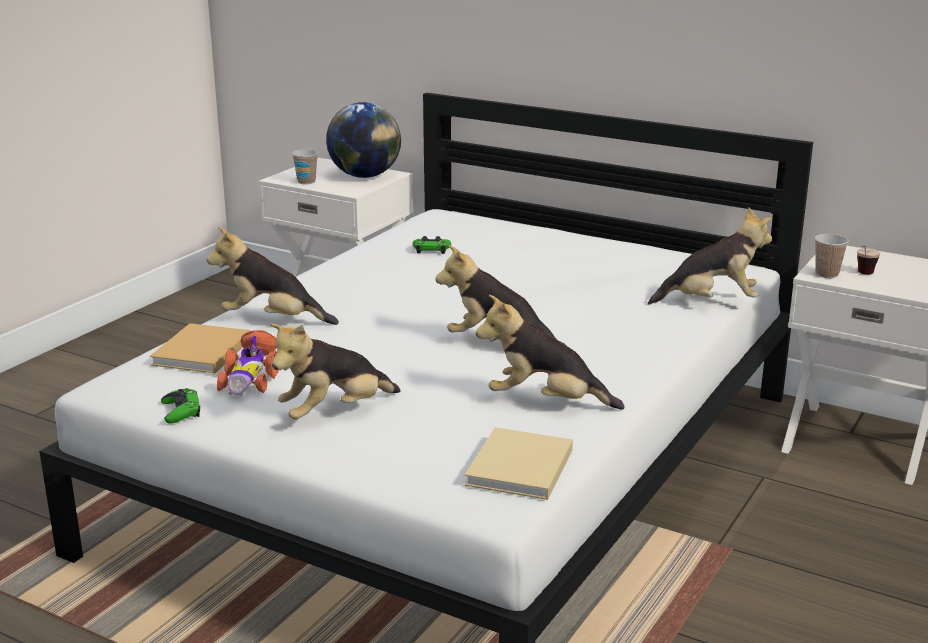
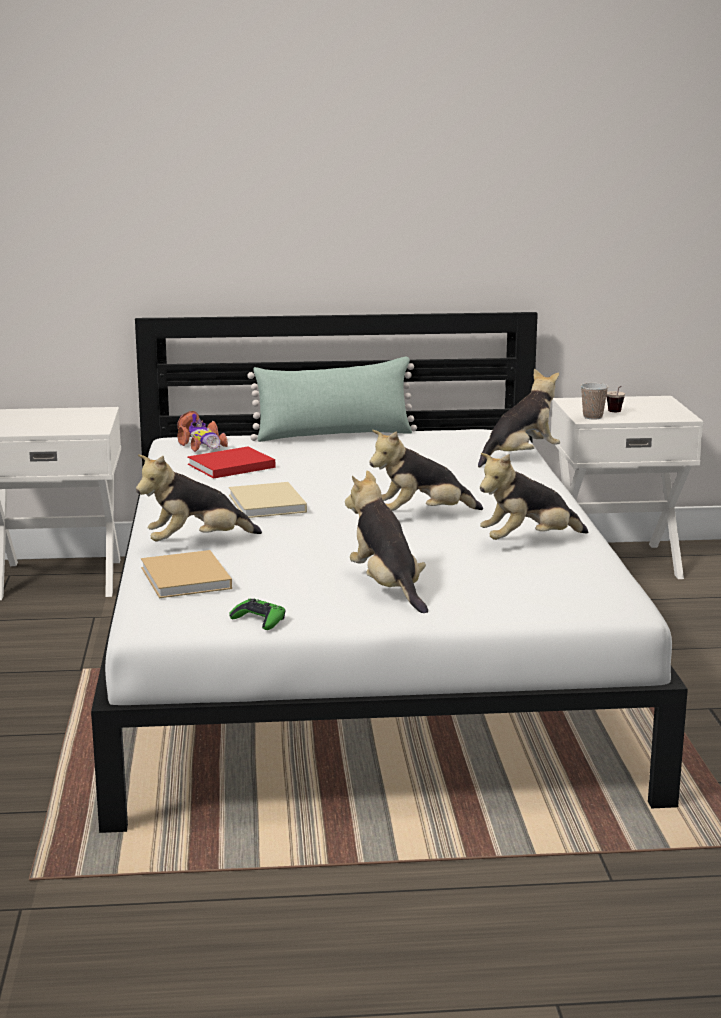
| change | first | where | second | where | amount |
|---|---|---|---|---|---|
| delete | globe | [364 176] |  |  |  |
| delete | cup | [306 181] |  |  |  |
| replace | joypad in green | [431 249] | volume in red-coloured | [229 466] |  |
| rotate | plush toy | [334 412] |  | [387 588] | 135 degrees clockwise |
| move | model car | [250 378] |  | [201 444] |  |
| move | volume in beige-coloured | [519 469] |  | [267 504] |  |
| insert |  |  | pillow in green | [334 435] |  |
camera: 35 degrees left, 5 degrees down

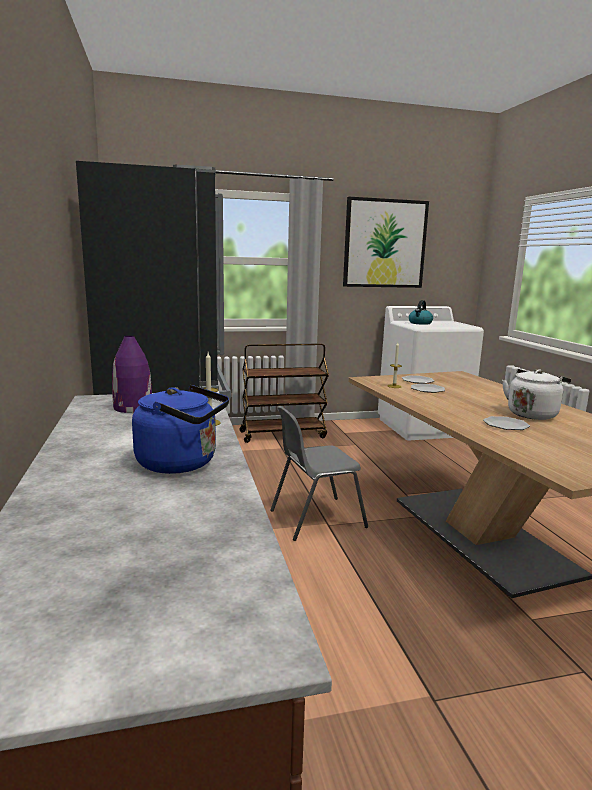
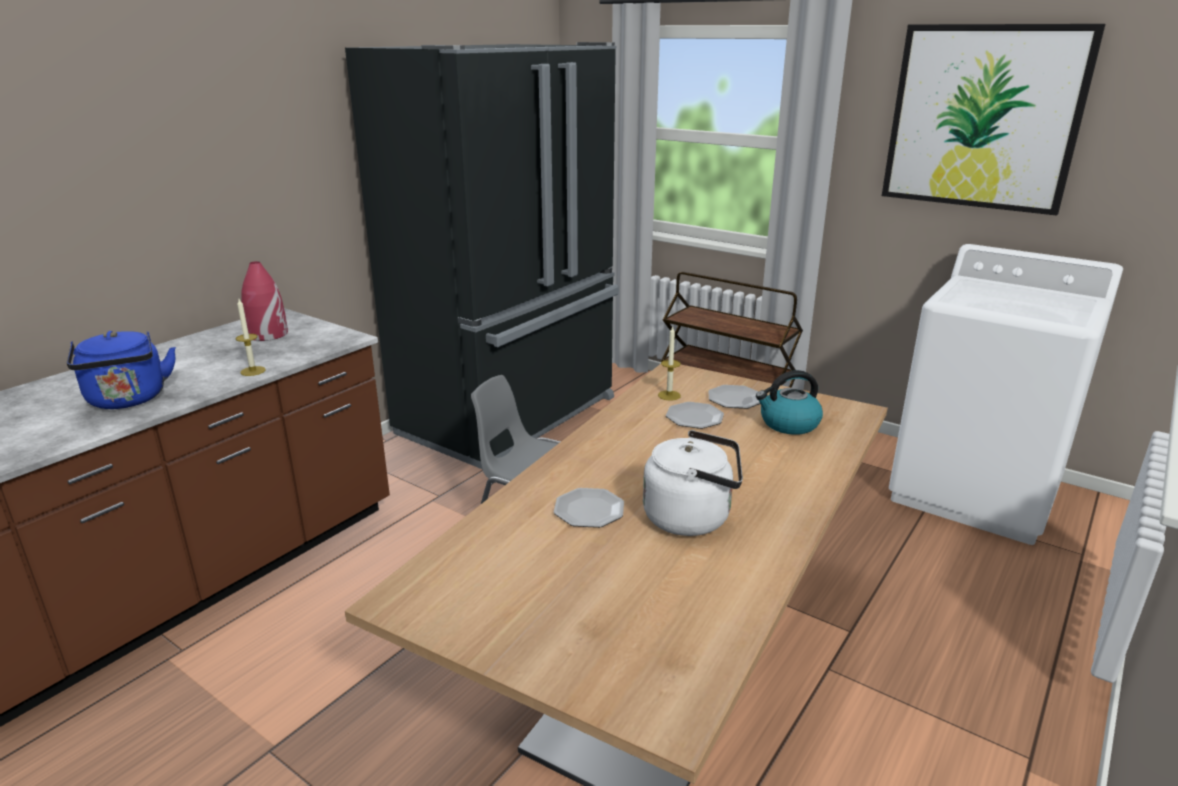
| change | first | where | second | where | amount |
|---|---|---|---|---|---|
| move | water kettle | [420 323] |  | [788 424] |  |
| recolor | vase in purple-coloured | [132 407] | vase in red-coloured | [267 334] |  |
camera: 50 degrees right, 10 degrees up

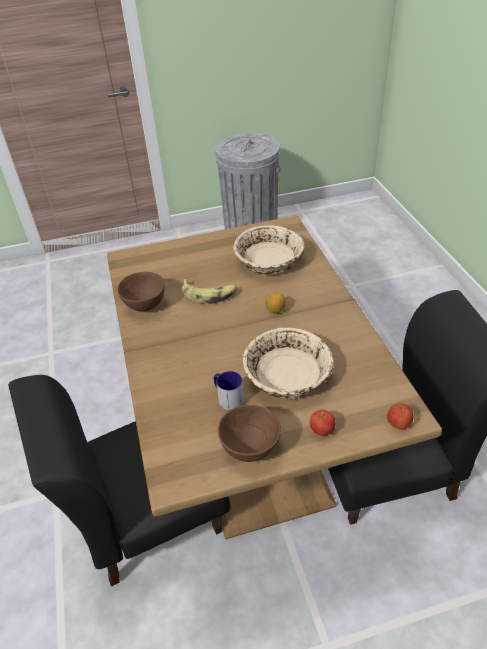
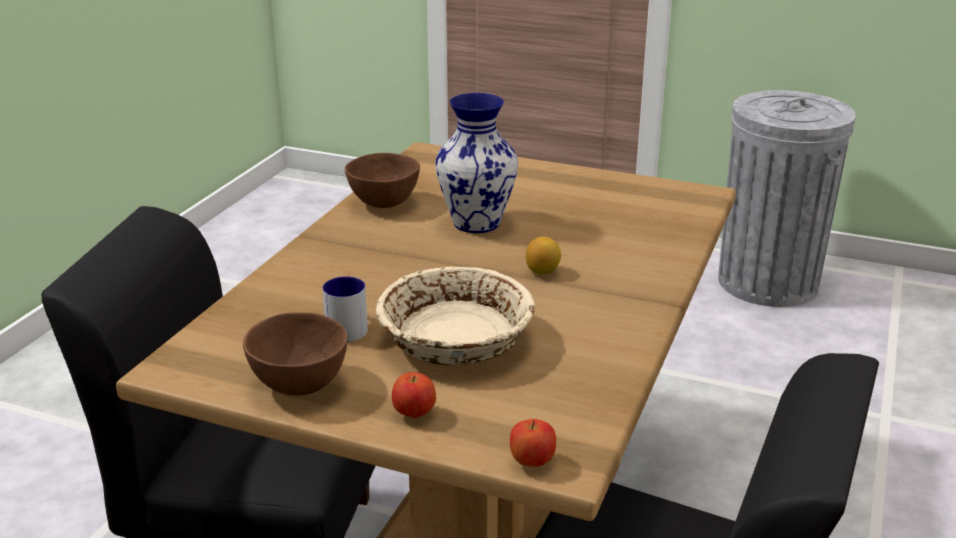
| change | first | where | second | where | amount |
|---|---|---|---|---|---|
| delete | serving bowl in beige-coloured | [269 261] |  |  |  |
| replace | banana fruit | [209 294] | vase | [478 223] |  |
camera: 35 degrees right, 15 degrees down

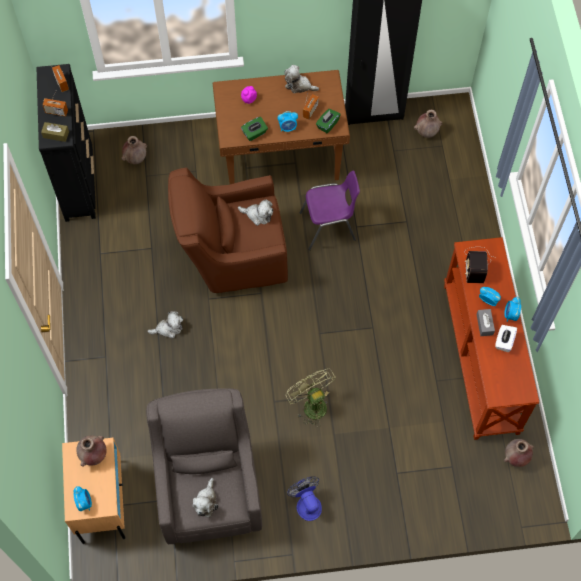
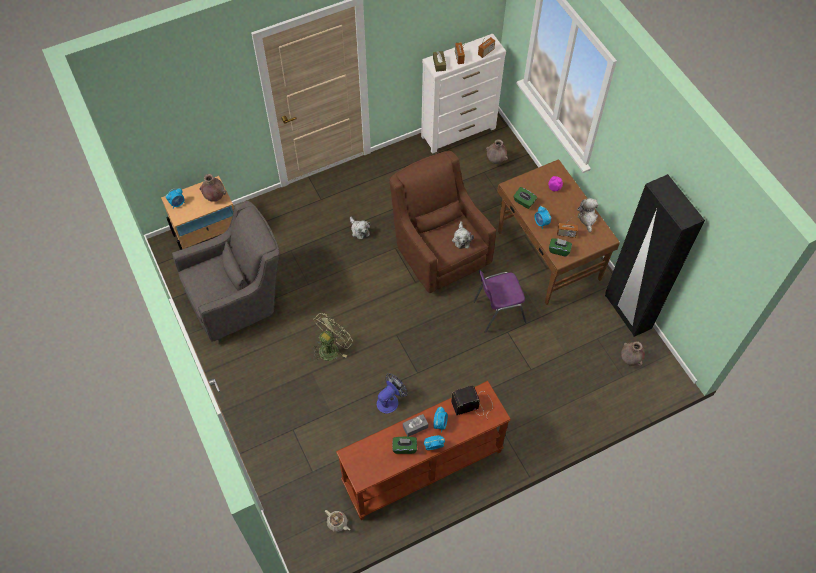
| change | first | where | second | where | amount |
|---|---|---|---|---|---|
| recolor | drawer chest in black | [78 180] | drawer chest in white | [459 132] |  |
| rotate | upright chair in purple-coloured | [329 227] |  | [497 311] | 105 degrees clockwise |
| recolor | tissue box in white | [504 341] | tissue box in green | [404 447] |  |
| replace | vase in brown-coloured | [515 458] | tea pot in beige-coloured | [337 523] |  |
| move | cooling fan | [306 503] |  | [390 400] |  |
| delete | plush toy | [206 501] |  |  |  |
camera: 70 degrees right, 5 degrees down

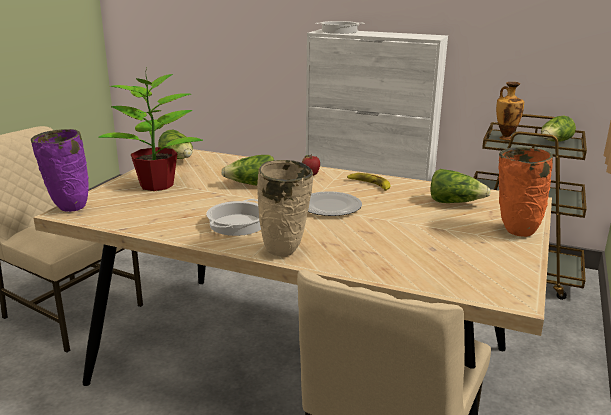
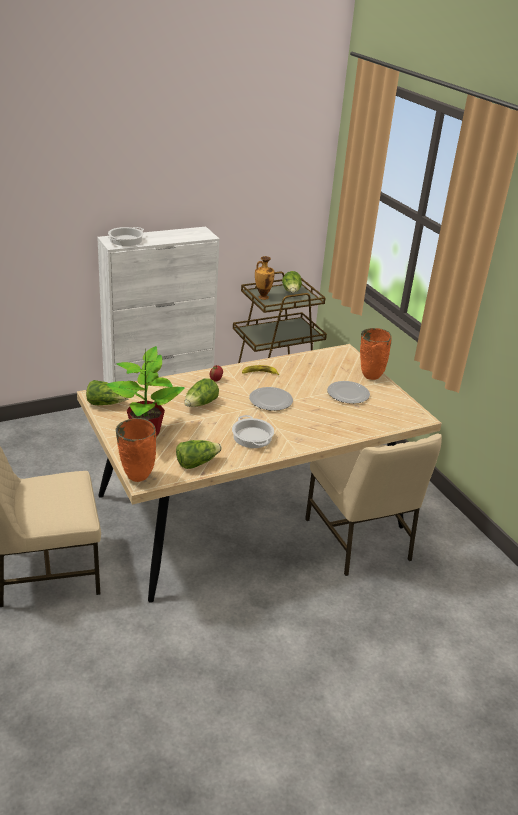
| change | first | where | second | where | amount |
|---|---|---|---|---|---|
| recolor | vase in purple-coloured | [68 208] | vase in orange | [136 478] |  |
| delete | vase in beige-coloured | [284 252] |  |  |  |
| move | lettuce | [454 202] |  | [196 463] |  |
| insert |  |  | plate | [348 393] |  |
camera: 50 degrees left, 10 degrees up

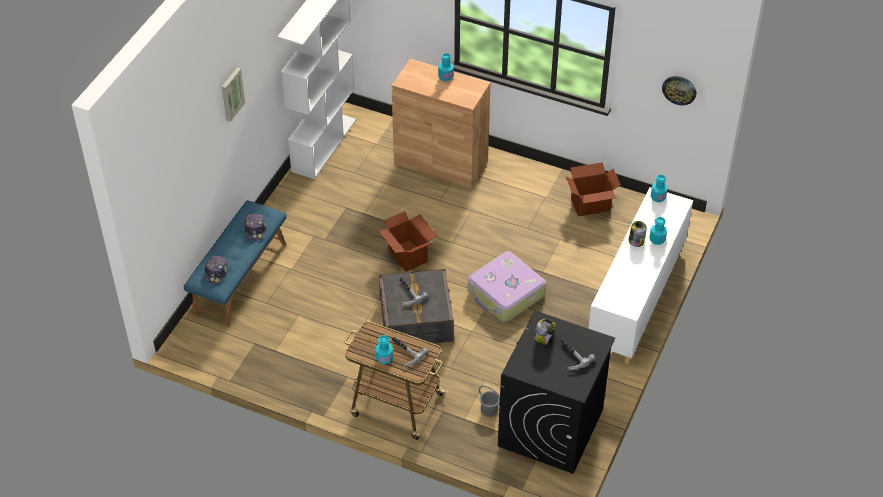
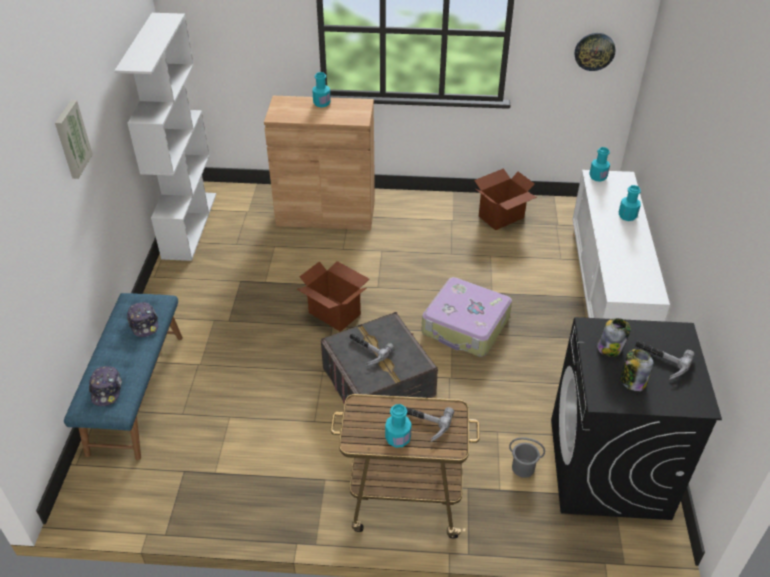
| change | first | where | second | where | amount |
|---|---|---|---|---|---|
| move | preserve jar | [636 240] |  | [632 381] |  |
camera: 20 degrees left, 5 degrees down

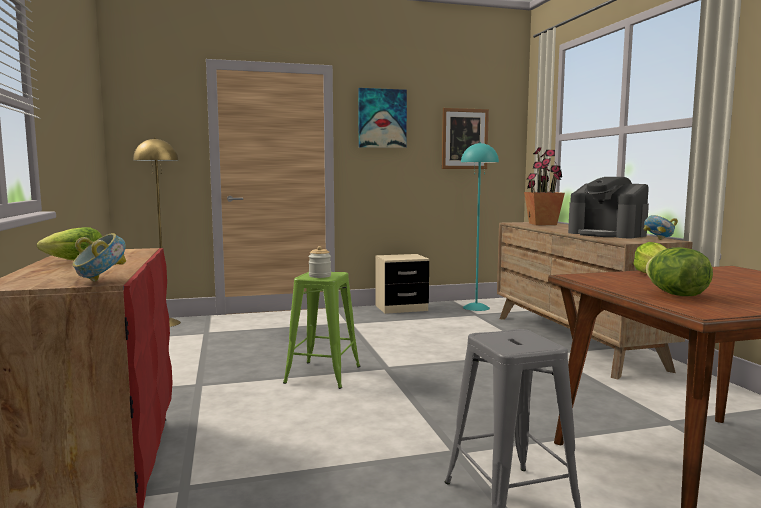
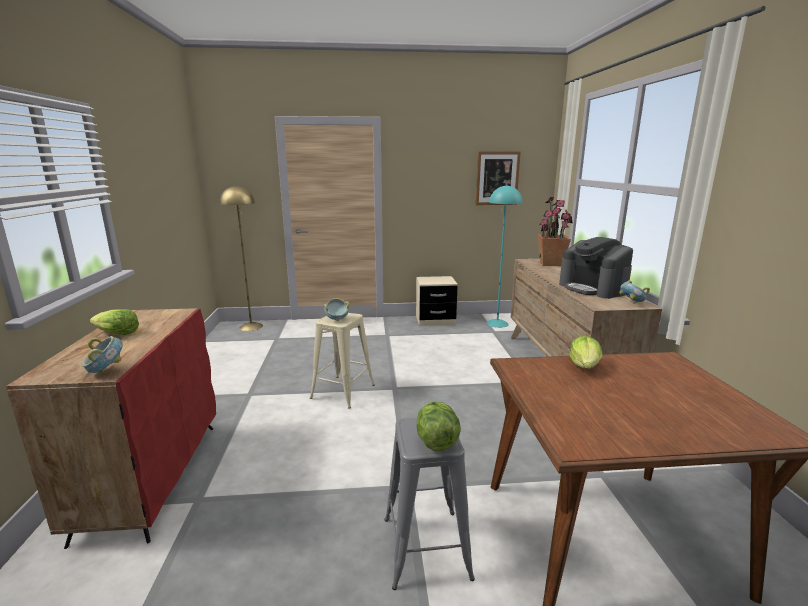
| change | first | where | second | where | amount |
|---|---|---|---|---|---|
| delete | wall picture | [382 118] |  |  |  |
| replace | preserve jar | [320 276] | serving bowl | [337 319] |  |
| move | lettuce | [675 294] |  | [436 442] |  |
| recolor | stool seat in green | [322 375] | stool seat in beige-coloured | [342 392] |  |
camera: 10 degrees right, 10 degrees up

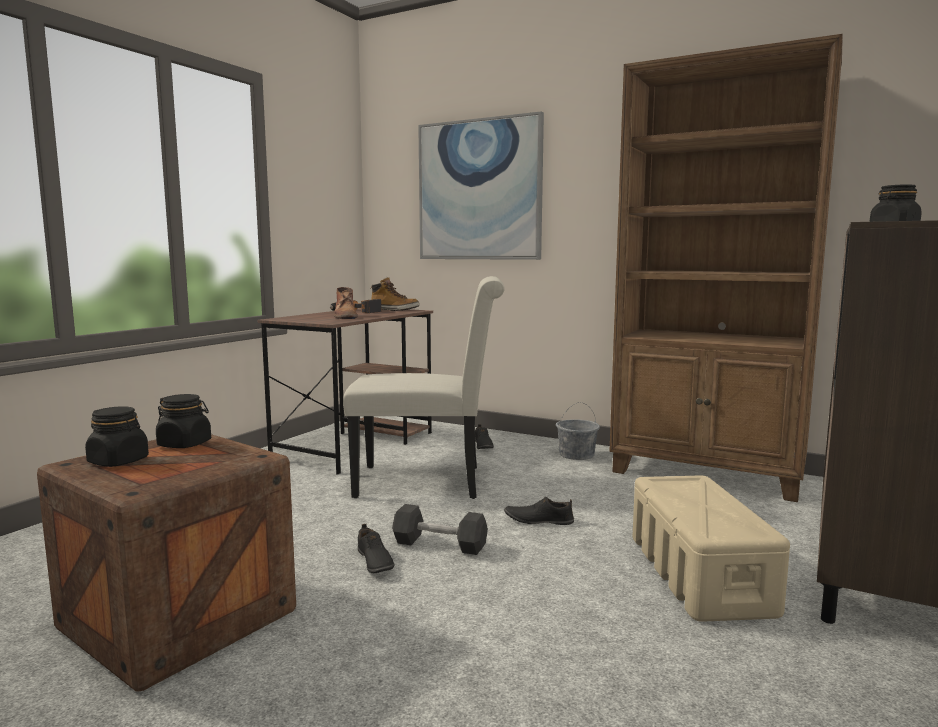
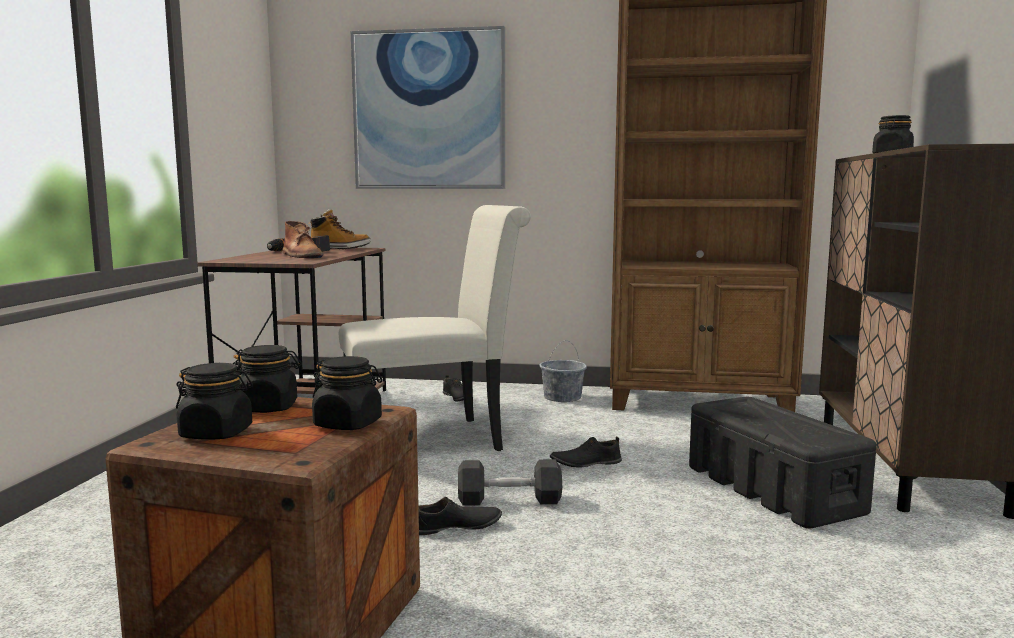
| change | first | where | second | where | amount |
|---|---|---|---|---|---|
| recolor | storage bin in beige-coloured | [699 574] | storage bin in black | [773 489] |  |
| rotate | item of footwear in black | [374 562] |  | [456 527] | 60 degrees counterclockwise |
| insert |  |  | preserve jar in black | [348 424] |  |
camera: 20 degrees left, 0 degrees up

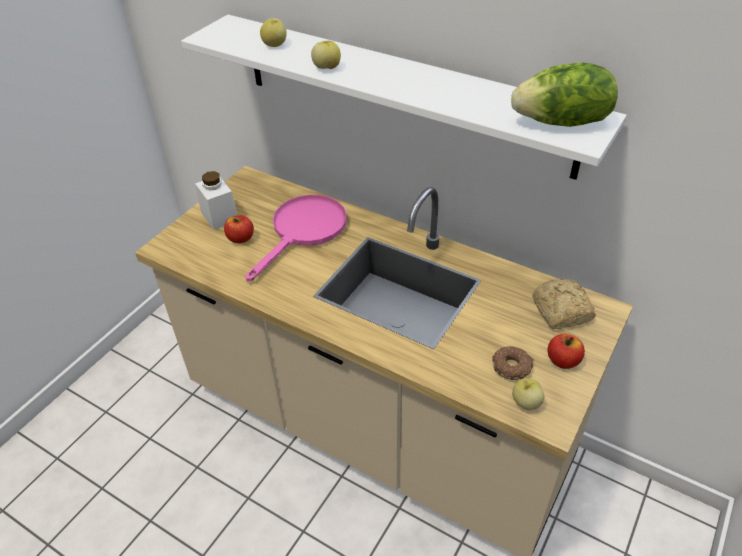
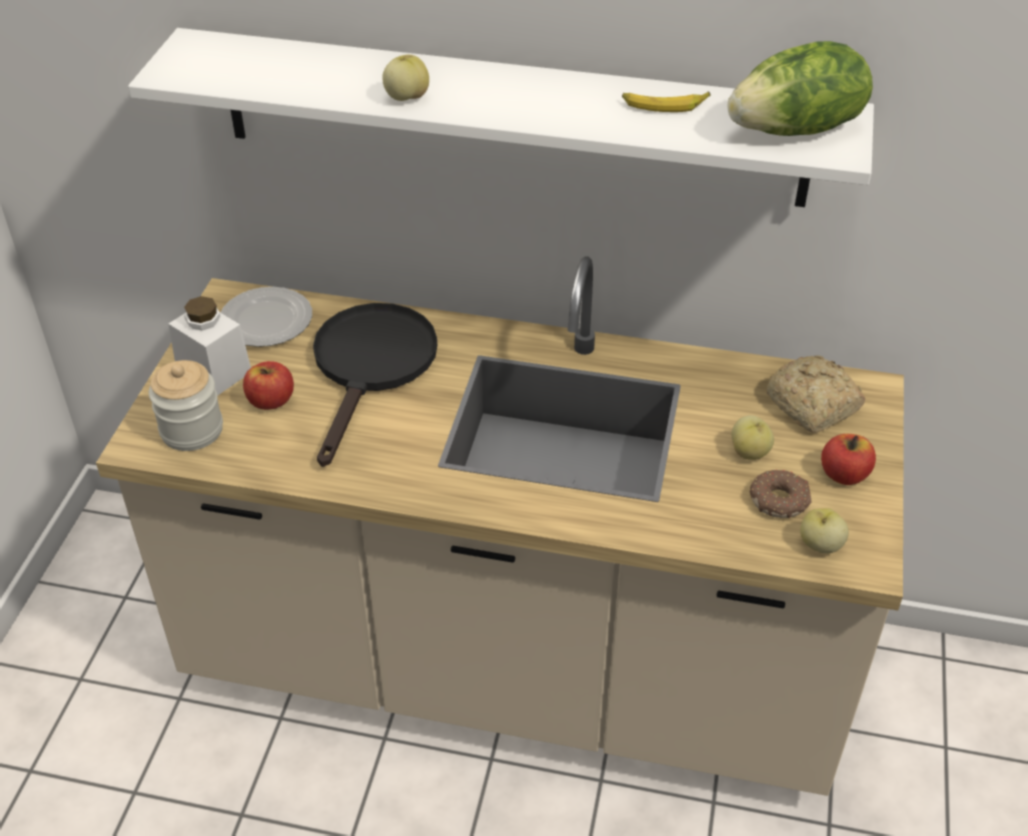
| change | first | where | second | where | amount |
|---|---|---|---|---|---|
| move | apple fruit | [275 45] |  | [750 452] |  |
| recolor | frying pan in pinkish | [304 231] | frying pan in black | [371 367] |  |
| insert |  |  | banana fruit | [665 105] |  |
| insert |  |  | plate | [265 321] |  |
| insert |  |  | preserve jar | [192 430] |  |
camera: 20 degrees left, 0 degrees up

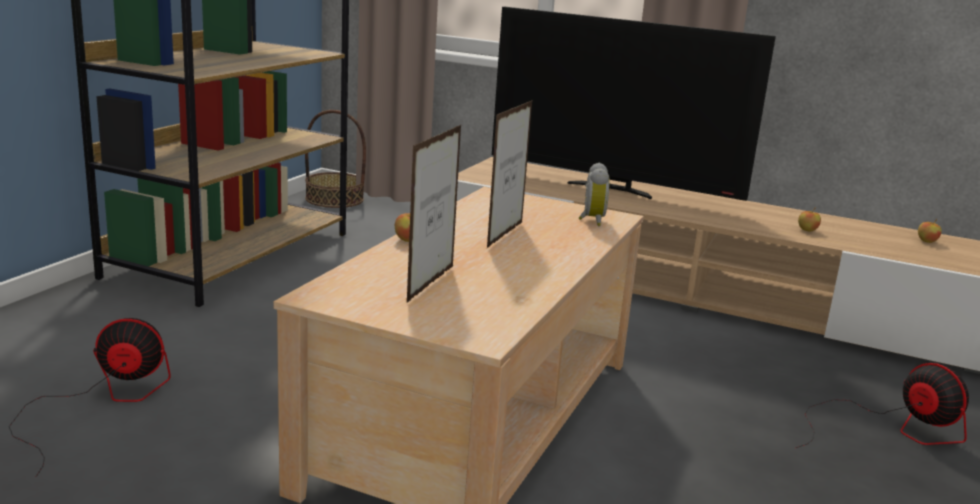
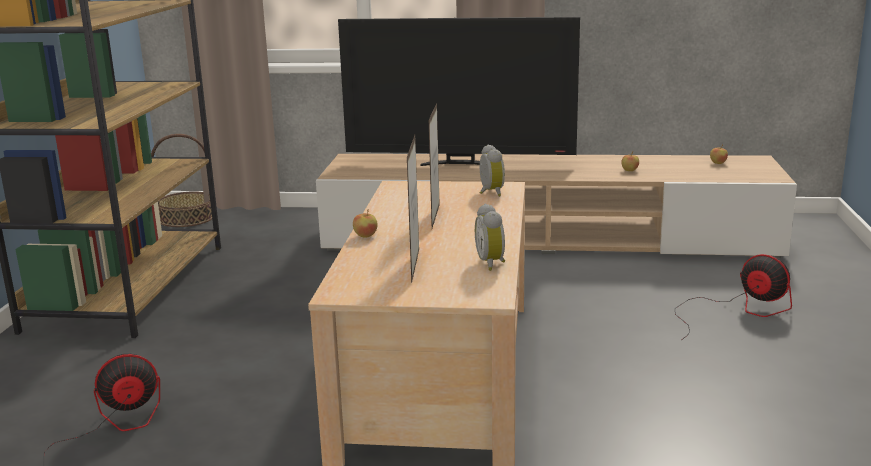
| change | first | where | second | where | amount |
|---|---|---|---|---|---|
| insert |  |  | alarm clock | [492 263] |  |
camera: 15 degrees left, 0 degrees up

